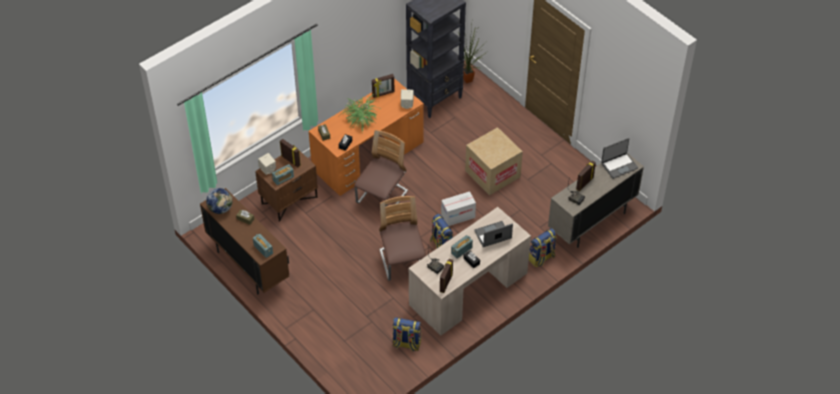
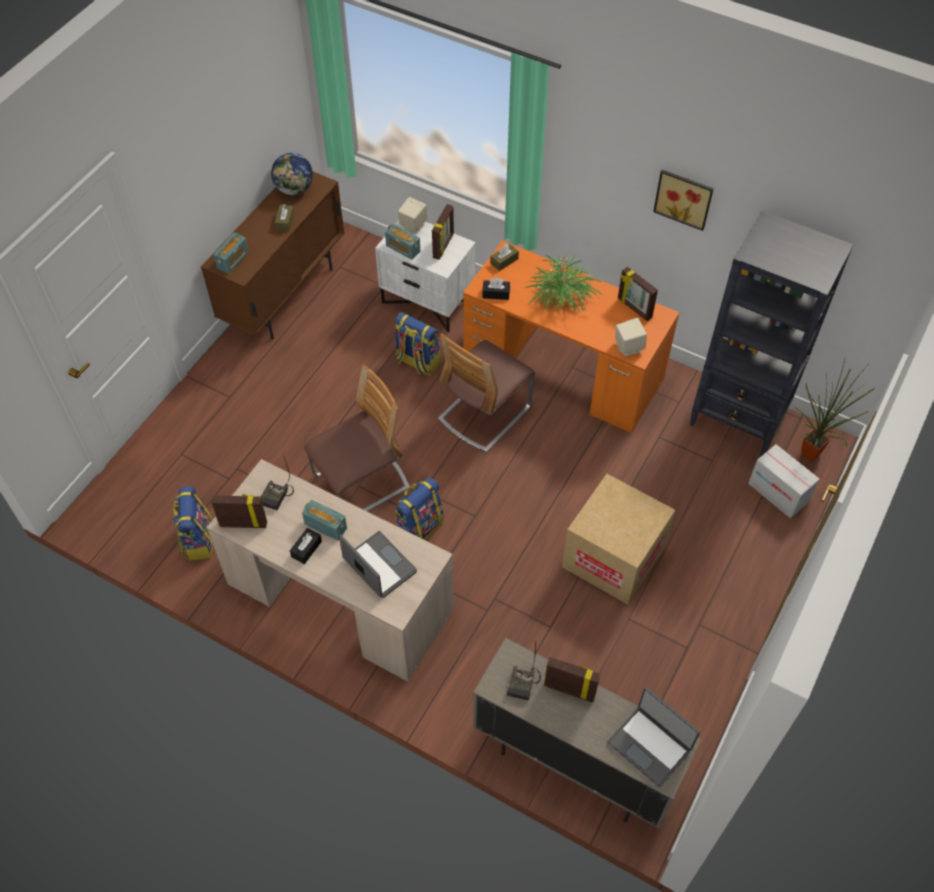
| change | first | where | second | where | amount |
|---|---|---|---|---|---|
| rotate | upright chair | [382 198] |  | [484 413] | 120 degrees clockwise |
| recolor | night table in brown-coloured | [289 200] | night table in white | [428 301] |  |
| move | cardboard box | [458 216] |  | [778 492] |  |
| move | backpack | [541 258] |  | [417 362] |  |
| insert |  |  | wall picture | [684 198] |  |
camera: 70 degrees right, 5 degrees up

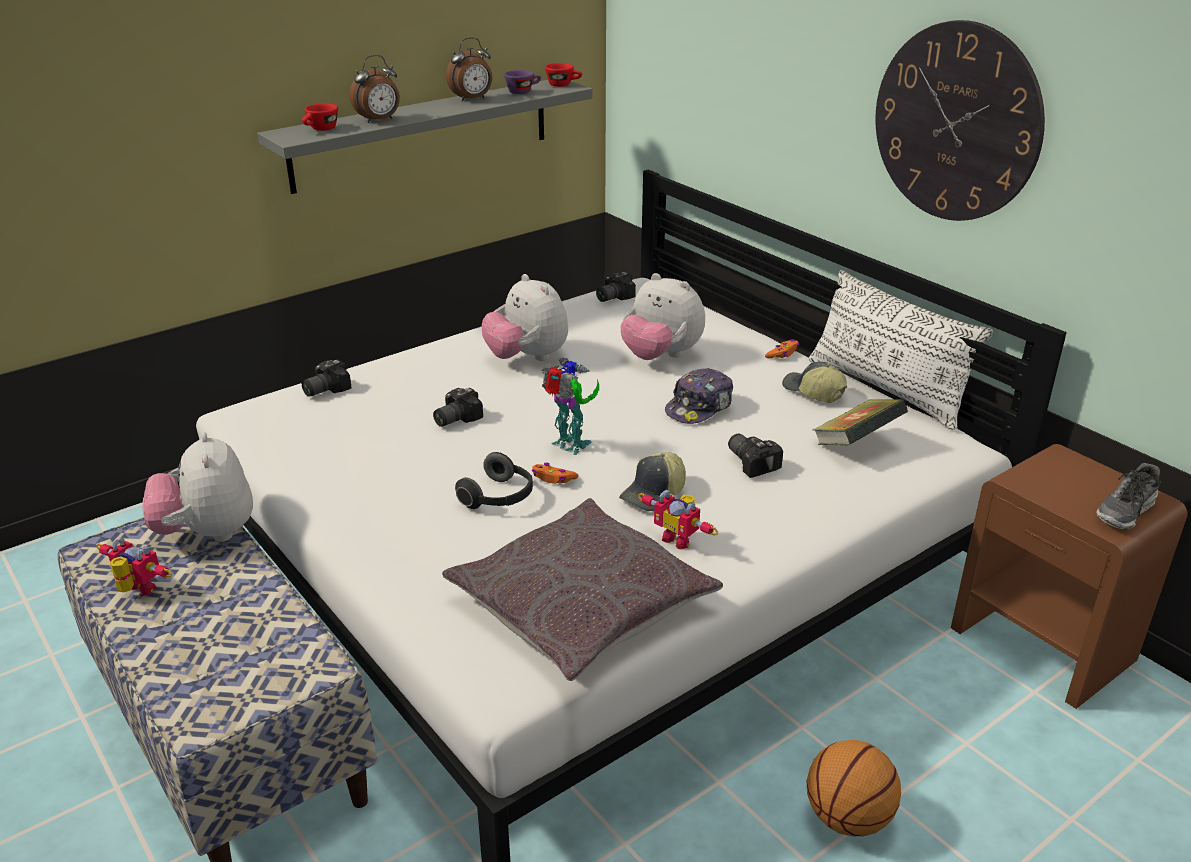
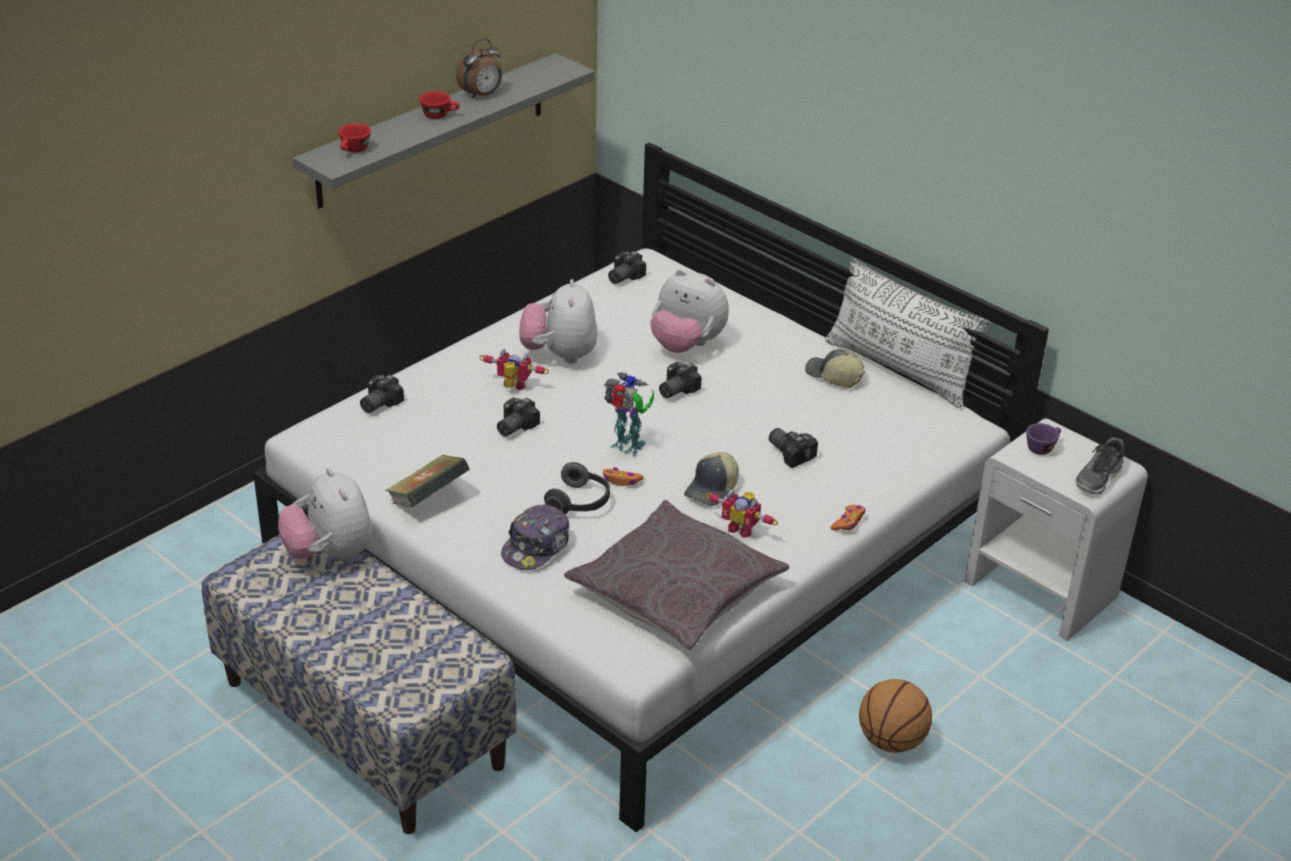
| change | first | where | second | where | amount |
|---|---|---|---|---|---|
| delete | clock on the wall | [956 122] |  |  |  |
| delete | alarm clock | [379 120] |  |  |  |
| move | cup in red-coloured | [564 85] |  | [440 115] |  |
| move | cup in purple-coloured | [523 92] |  | [1042 447] |  |
| rotate | plush toy | [527 358] |  | [559 355] | 45 degrees clockwise |
| move | joypad in orange | [782 354] |  | [848 522] |  |
| move | peaked cap | [699 407] |  | [536 547] |  |
| move | volume | [856 444] |  | [428 499] |  |
| recolor | night table in brown-coloured | [1043 644] | night table in white | [1042 589] |  |
| move | model robot | [136 591] |  | [513 388] |  |
| insert |  |  | still camera | [675 390] |  |
camera: 10 degrees left, 5 degrees up

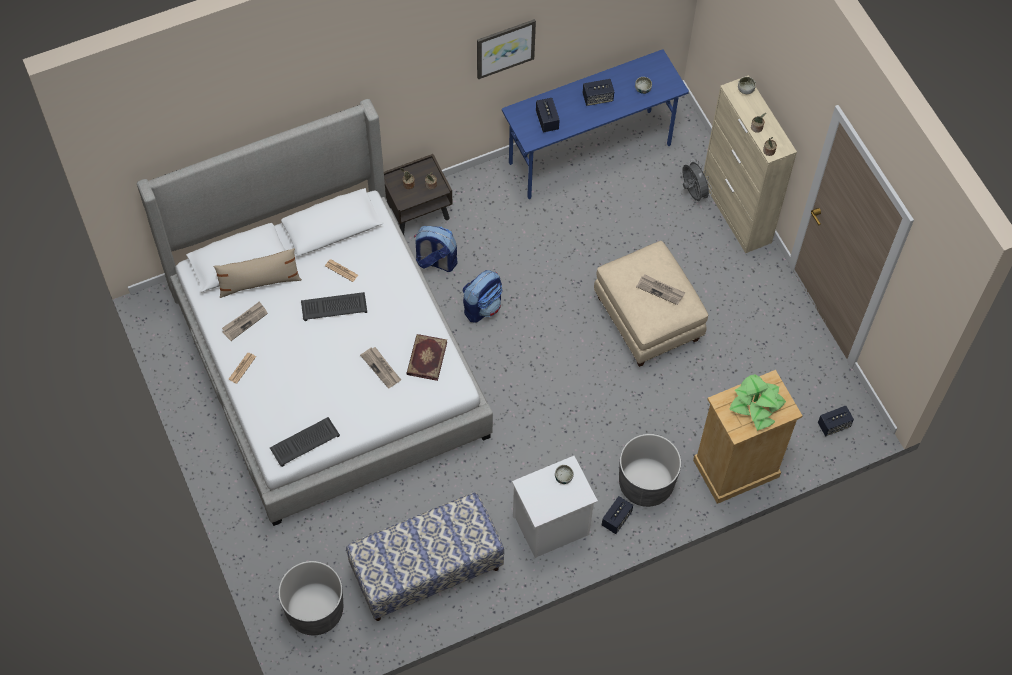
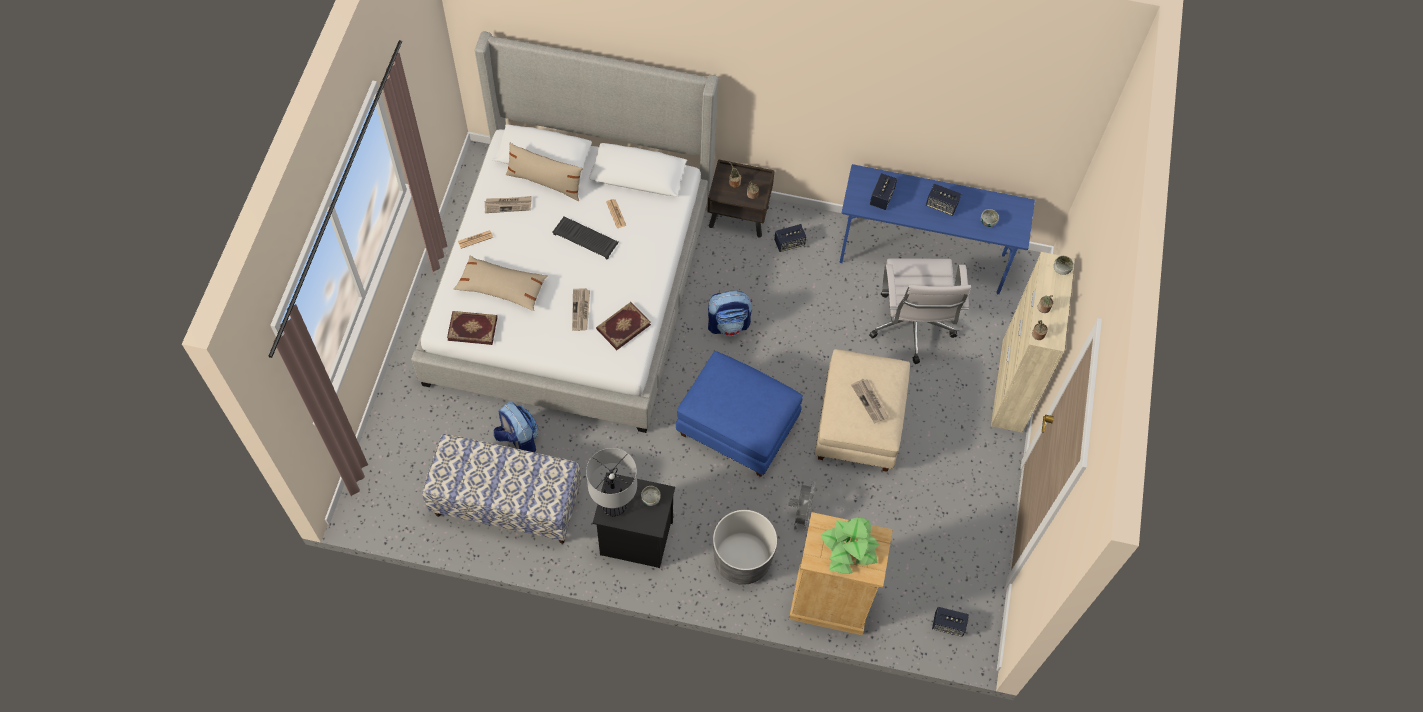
| change | first | where | second | where | amount |
|---|---|---|---|---|---|
| delete | wall picture | [505 48] |  |  |  |
| move | cooling fan in grey | [692 193] |  | [800 513] |  |
| move | backpack | [435 261] |  | [518 440] |  |
| replace | PC keyboard | [305 441] | volume | [472 328] |  |
| recolor | night table in white | [551 526] | night table in black | [634 539] |  |
| move | speaker | [616 519] |  | [789 243] |  |
| delete | plant pot in grey | [315 610] |  |  |  |
| insert |  |  | pillow in beige-coloured | [501 287] |  |
| insert |  |  | desk chair in white | [911 329] |  |
| insert |  |  | footrest in bluish | [736 429] |  |
| insert |  |  | tabletop lamp | [614 506] |  |
camera: 35 degrees right, 0 degrees up

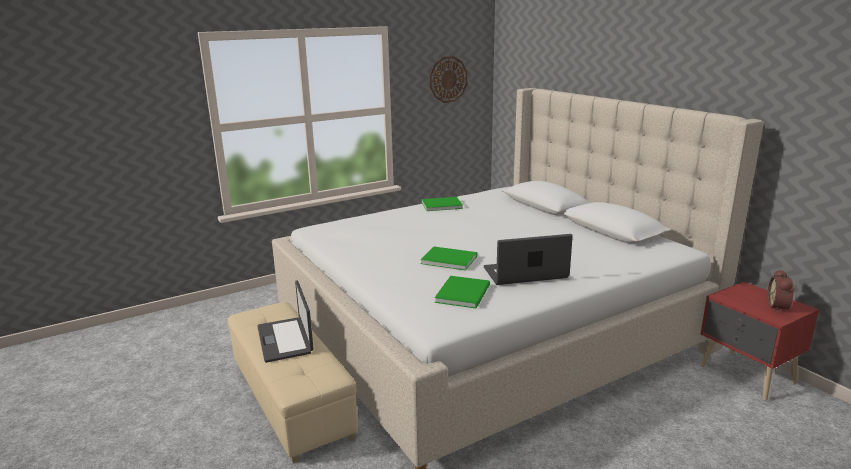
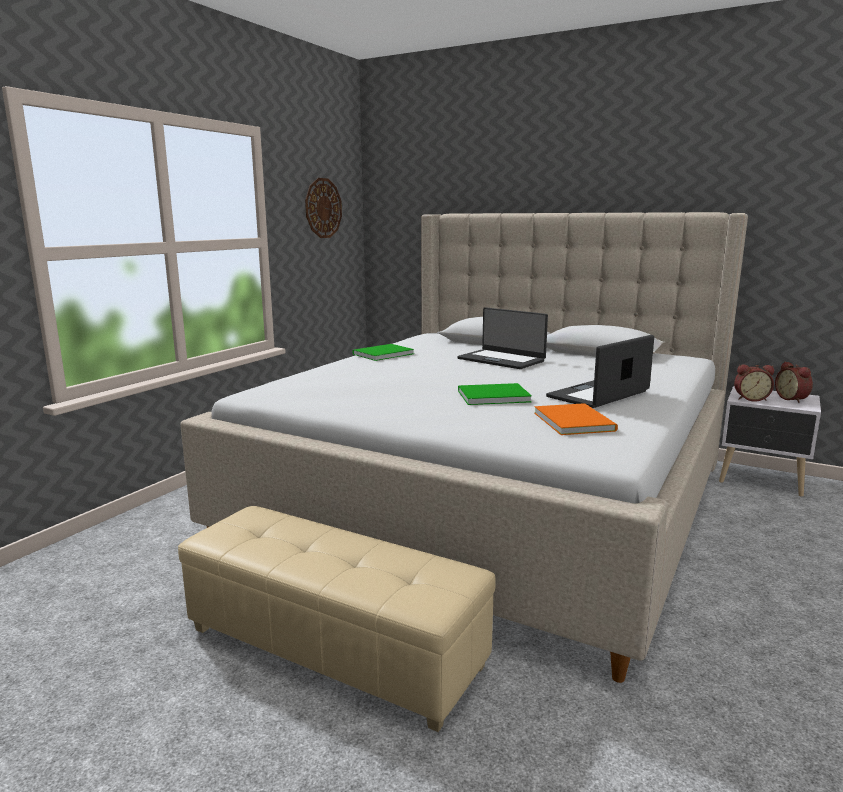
| change | first | where | second | where | amount |
|---|---|---|---|---|---|
| recolor | volume in green | [465 293] | volume in orange | [574 421] |  |
| move | laptop | [285 339] |  | [501 360] |  |
| recolor | night table in red-coloured | [746 376] | night table in white | [762 481] |  |
| insert |  |  | alarm clock | [750 399] |  |
camera: 30 degrees left, 5 degrees down

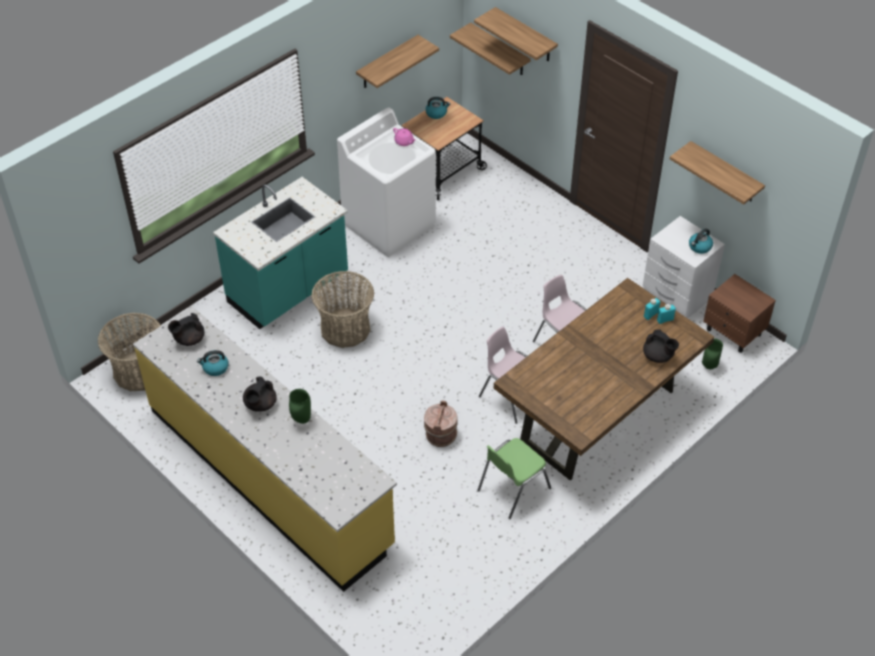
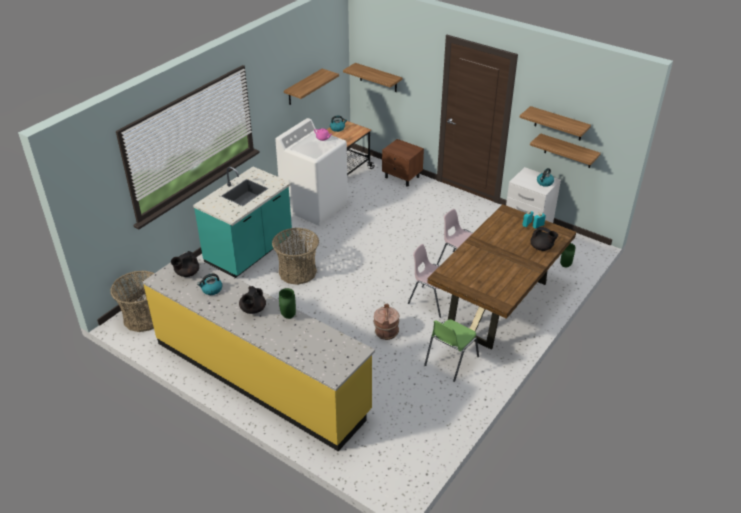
| change | first | where | second | where | amount |
|---|---|---|---|---|---|
| move | bracket shelf | [525 35] |  | [568 151] |  |
| move | night table in brown-coloured | [734 332] |  | [402 177] |  |
camera: 10 degrees left, 10 degrees down

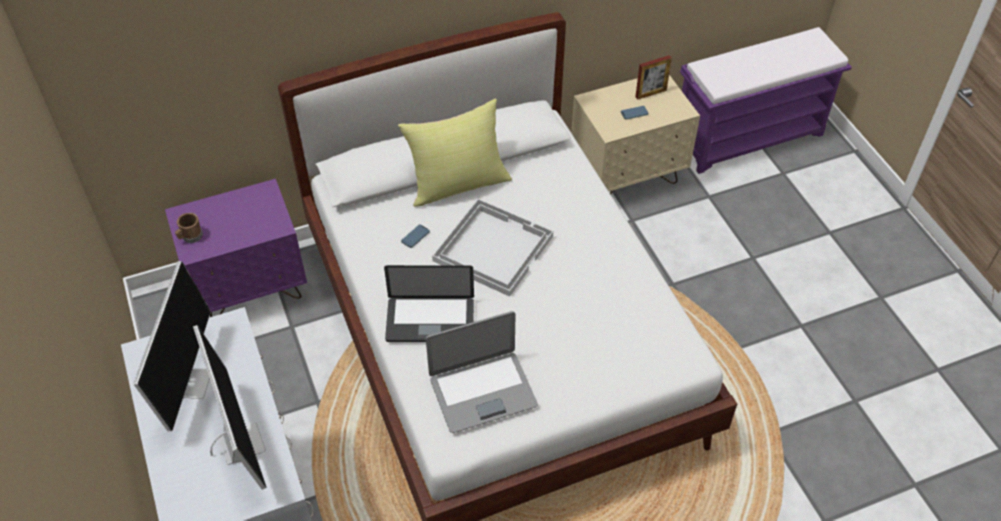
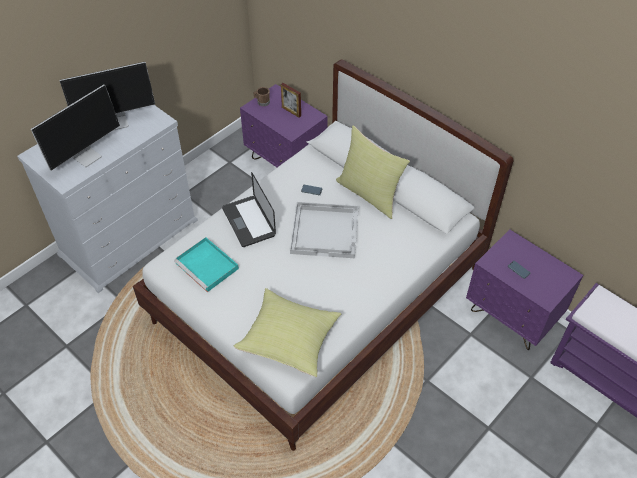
| change | first | where | second | where | amount |
|---|---|---|---|---|---|
| move | standing frame | [651 93] |  | [291 111] |  |
| recolor | night table in beige-coloured | [627 176] | night table in purple-coloured | [512 316] |  |
| replace | laptop | [482 391] | tray in turquoise | [208 266] |  |
| insert |  |  | pillow in yellow-coloured | [290 340] |  |
camera: 65 degrees right, 0 degrees up

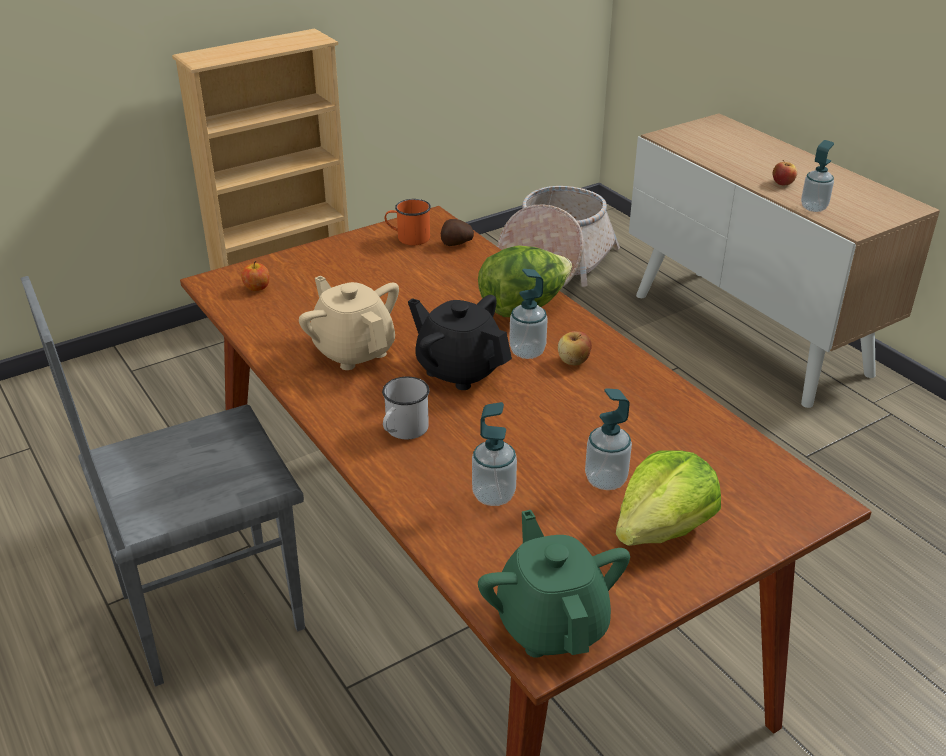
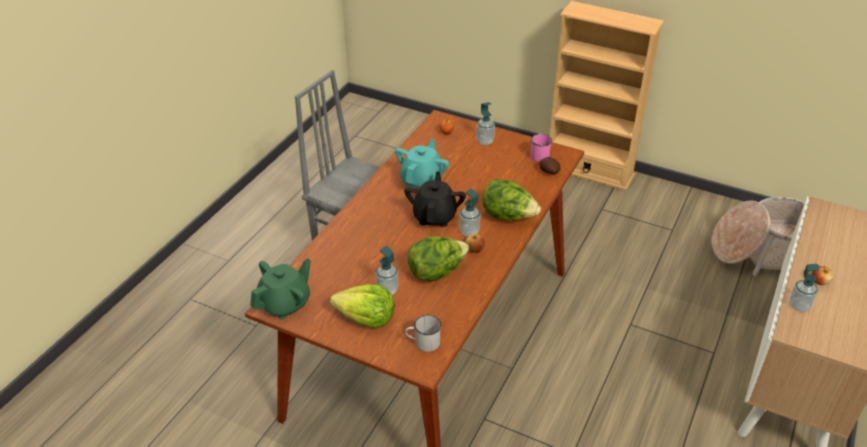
| change | first | where | second | where | amount |
|---|---|---|---|---|---|
| recolor | tea mug in orange | [408 238] | tea mug in pinkish | [538 155] |  |
| recolor | tea pot in beige-coloured | [353 351] | tea pot in turquoise | [422 180] |  |
| move | tea mug in white | [403 431] |  | [423 342] |  |
| move | soap dispenser | [493 495] |  | [485 141] |  |
| insert |  |  | lettuce | [437 272] |  |
camera: 60 degrees right, 5 degrees up

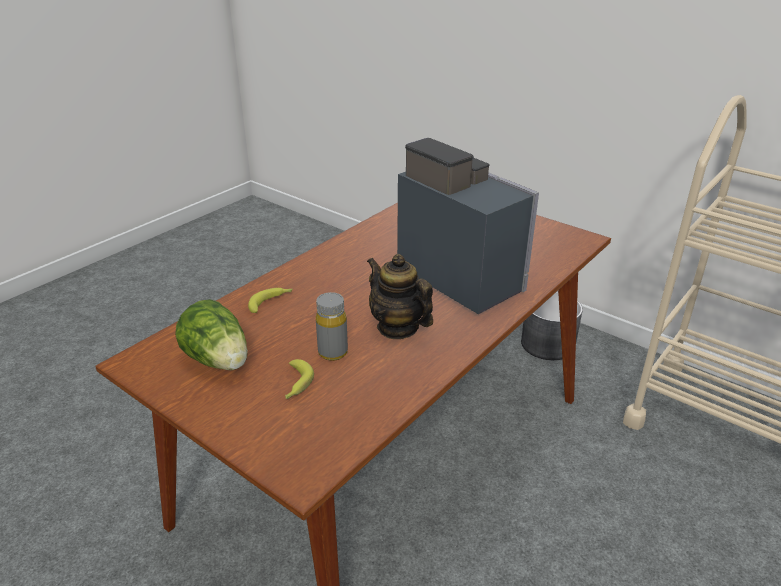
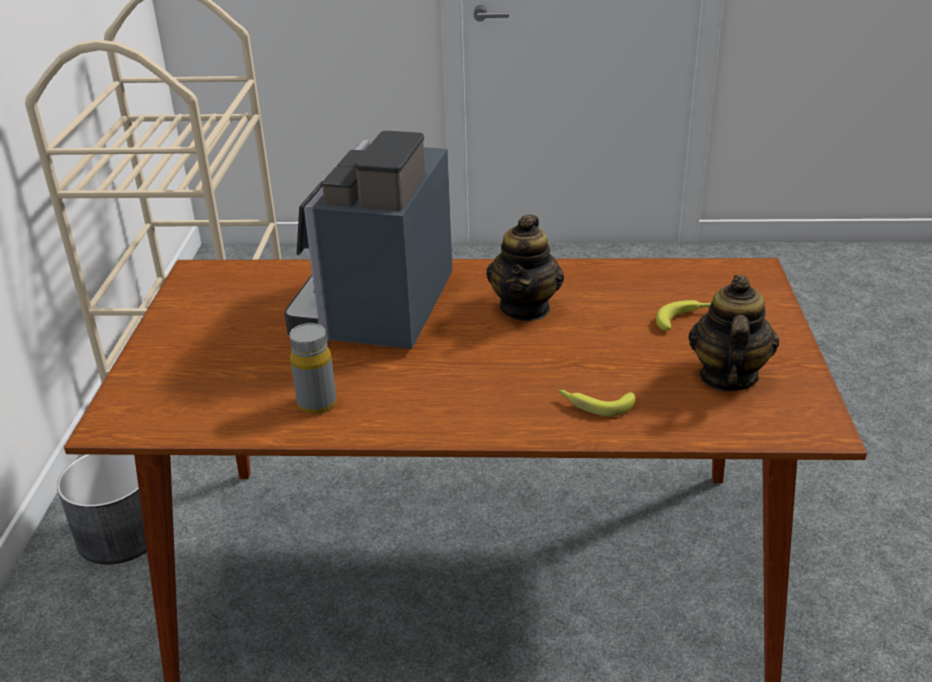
| change | first | where | second | where | amount |
|---|---|---|---|---|---|
| move | beverage bottle in grey | [333 352] |  | [317 403] |  |
| replace | lettuce | [219 361] | tea pot | [727 376] |  |
camera: 125 degrees left, 0 degrees up

